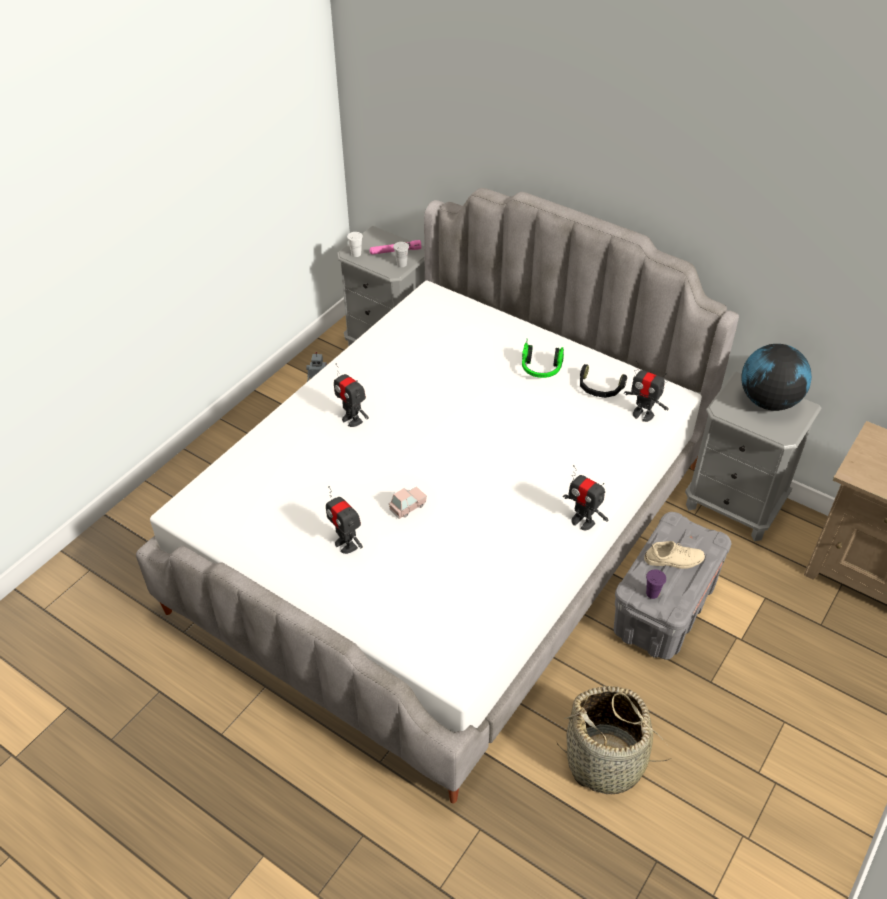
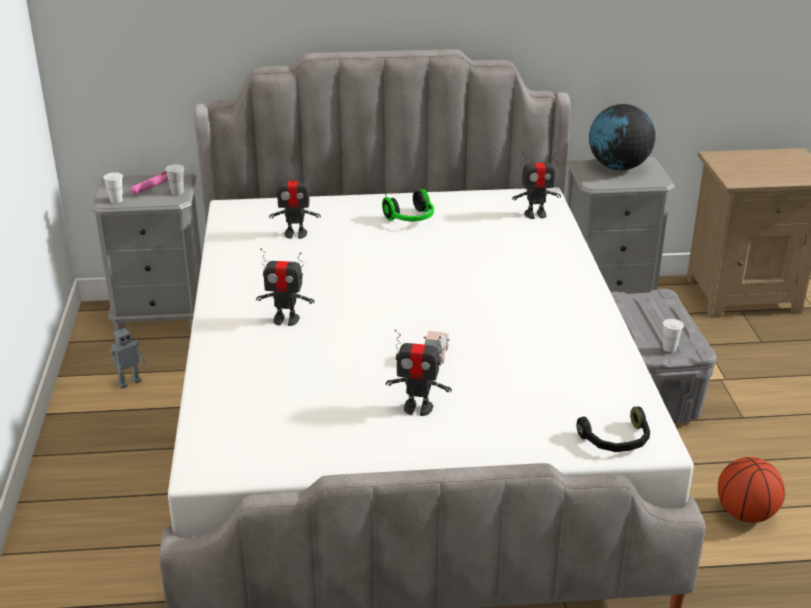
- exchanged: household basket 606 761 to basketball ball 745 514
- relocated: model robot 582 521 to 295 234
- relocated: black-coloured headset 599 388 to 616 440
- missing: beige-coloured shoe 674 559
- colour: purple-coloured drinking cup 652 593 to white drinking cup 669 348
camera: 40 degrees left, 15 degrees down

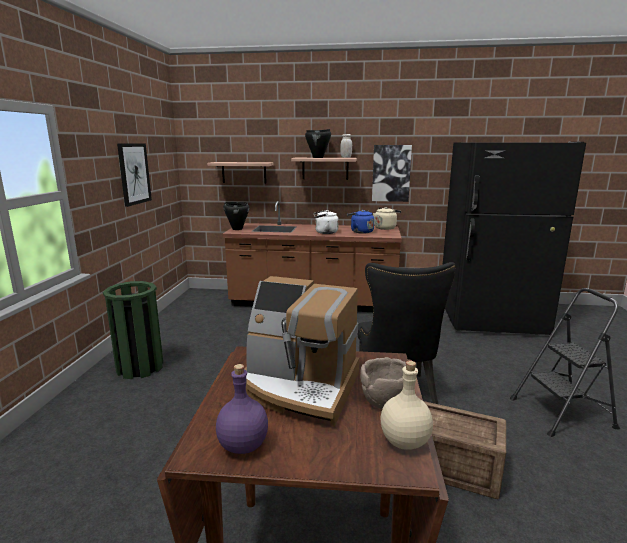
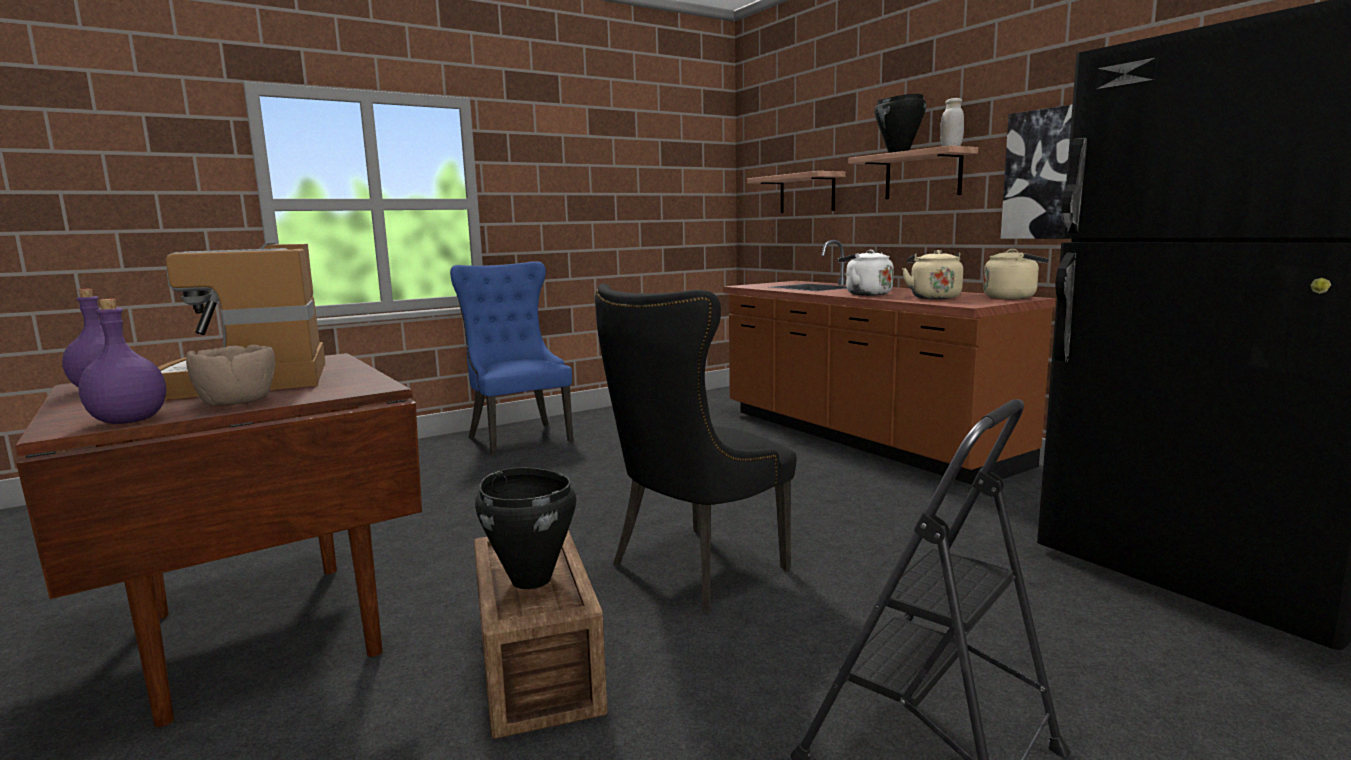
- exchanged: green trash can 140 367 to blue-coloured chair 519 439
- missing: wall art 134 173
- relocated: black-coloured cooking pot 237 229 to 531 579
- colour: blue-coloured water kettle 360 232 to beige-coloured water kettle 933 297
- colour: beige-coloured drink bottle 405 441 to purple-coloured drink bottle 129 421
camera: 50 degrees right, 5 degrees down

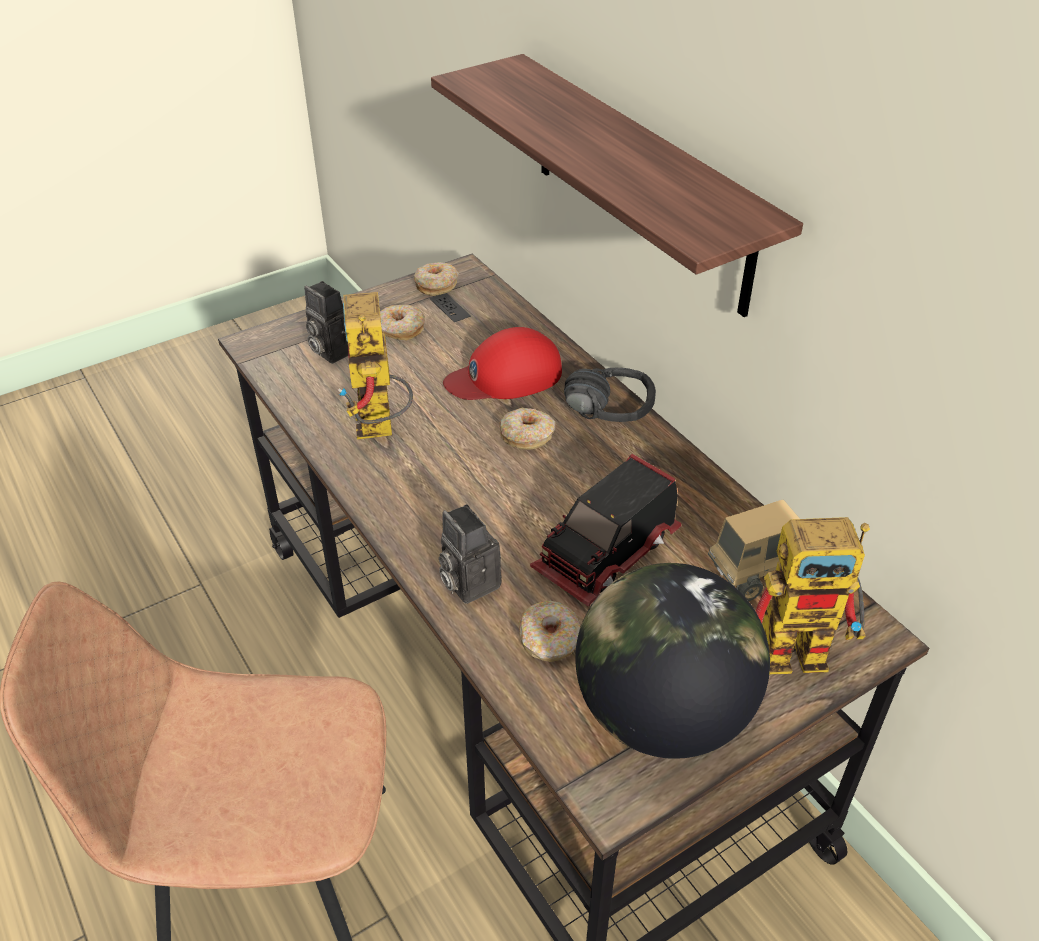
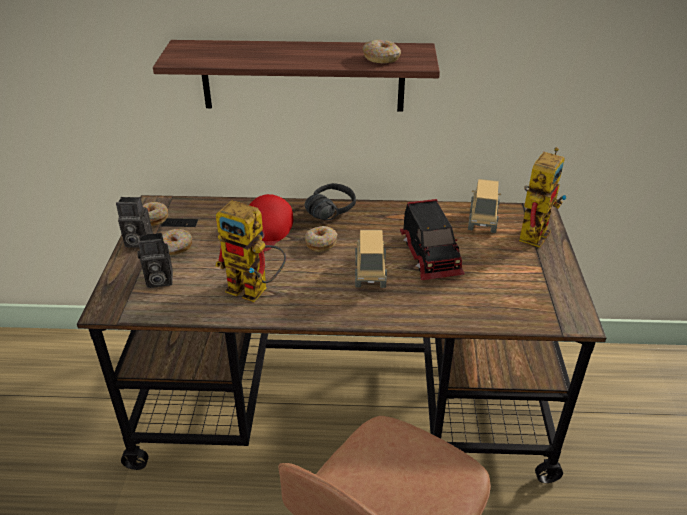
- relocated: photo camera 467 582 to 136 241
- relocated: donut 550 639 to 382 58
- missing: globe 662 714
- appeared: toy truck 370 275
camera: 55 degrees left, 5 degrees down

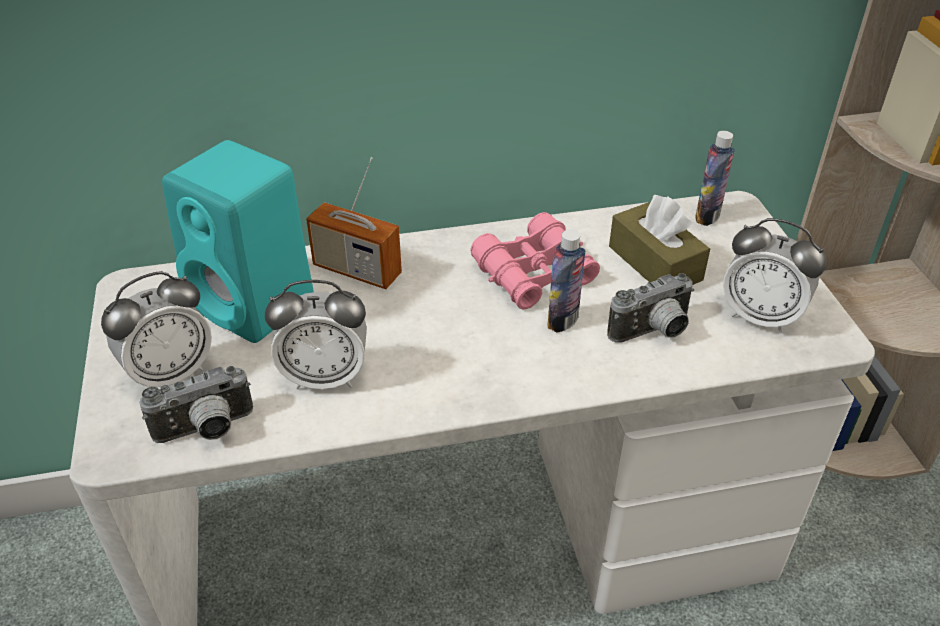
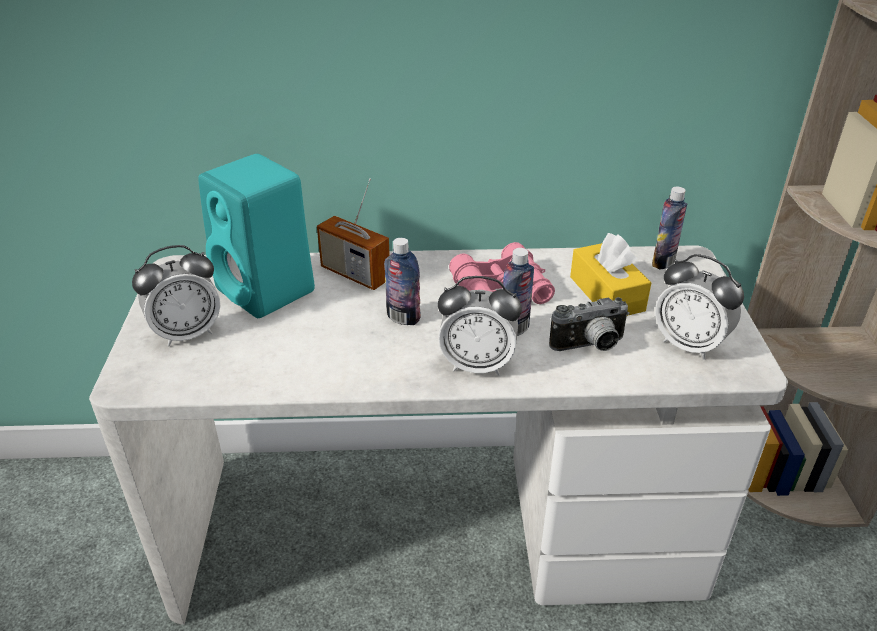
- missing: photo camera 206 431
- relocated: bedside clock 325 377 to 477 364
- colour: brown box of tissues 655 263 to yellow box of tissues 606 294
- appeared: drink bottle 403 318
camera: 10 degrees right, 5 degrees down

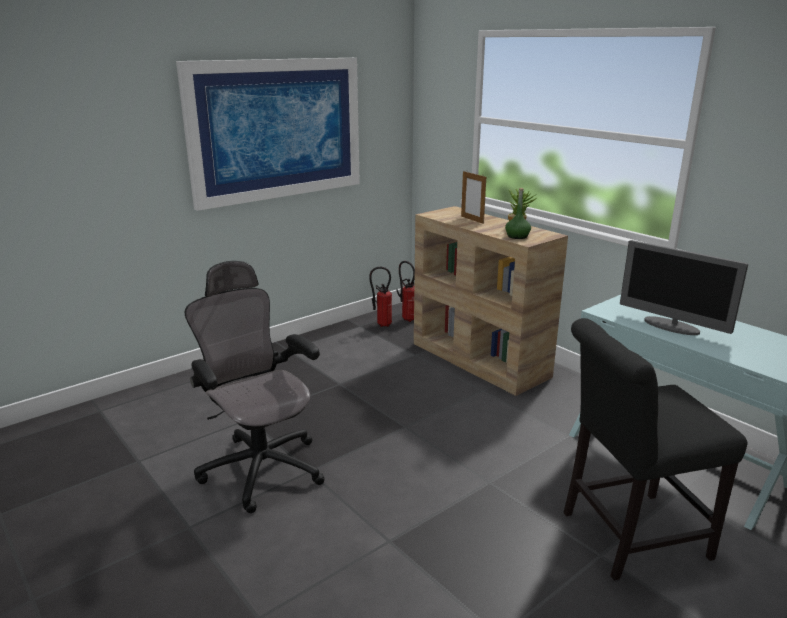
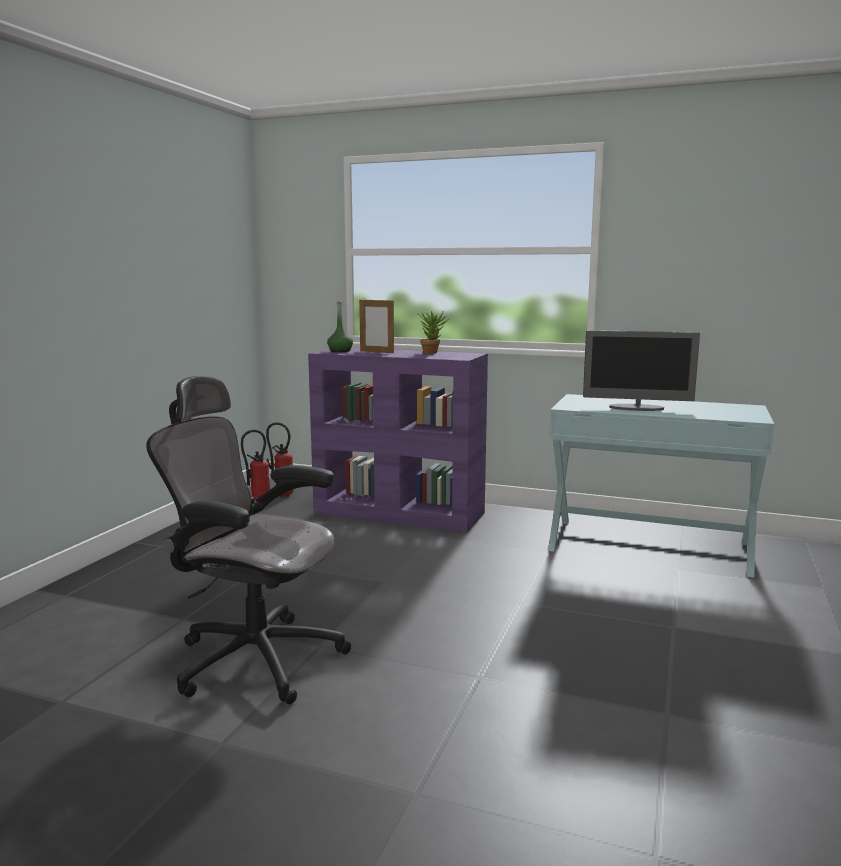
- missing: wall art 277 129
- colour: brown bookcase 480 359 to purple-coloured bookcase 399 512
- relocated: green drink bottle 517 236 to 340 351
- missing: black-coloured chair 627 536
camera: 30 degrees left, 10 degrees down

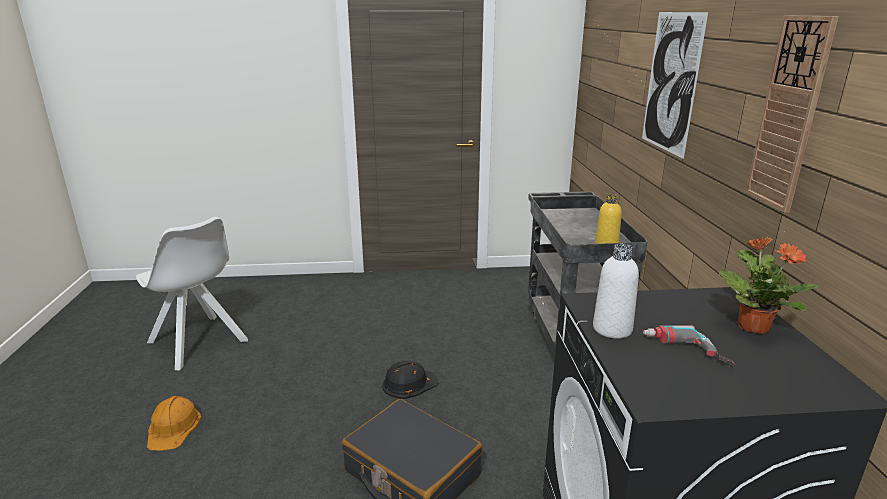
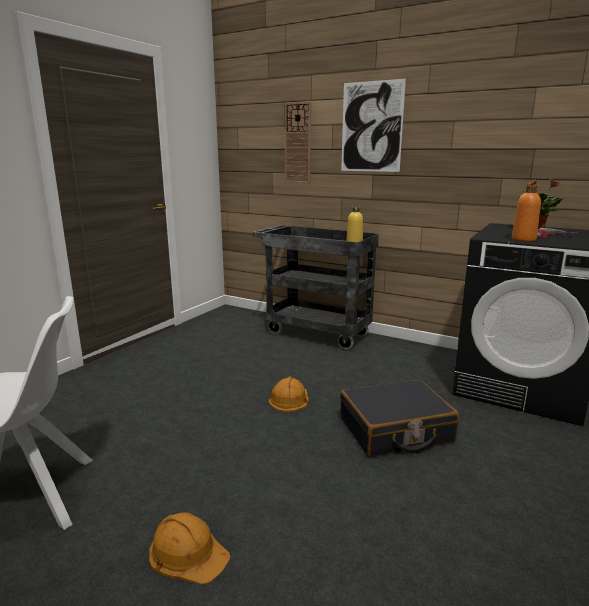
- colour: black-coloured safety helmet 409 383 to orange safety helmet 289 399
- colour: white drink bottle 612 329 to orange drink bottle 523 239
- relocated: hanging clock 789 114 to 298 143
camera: 55 degrees left, 5 degrees down

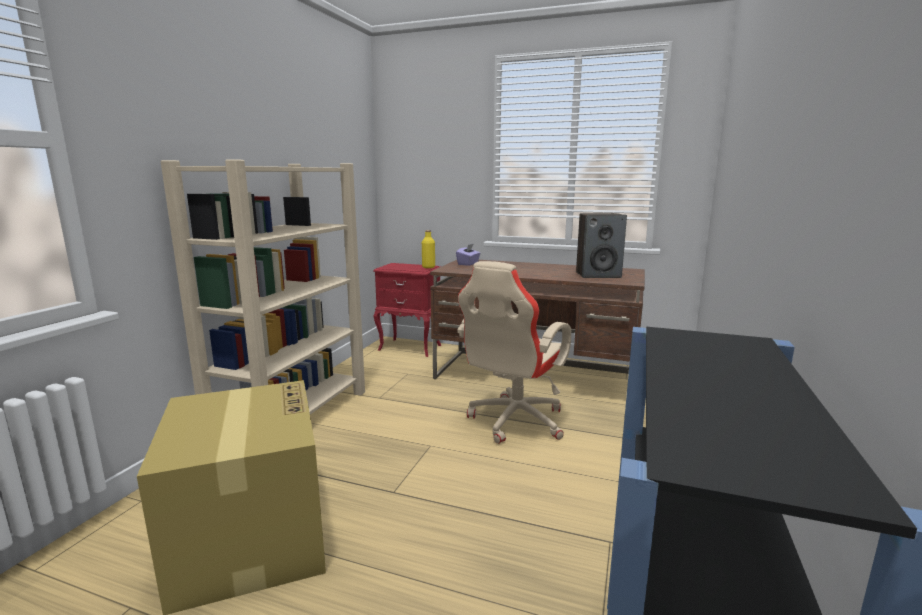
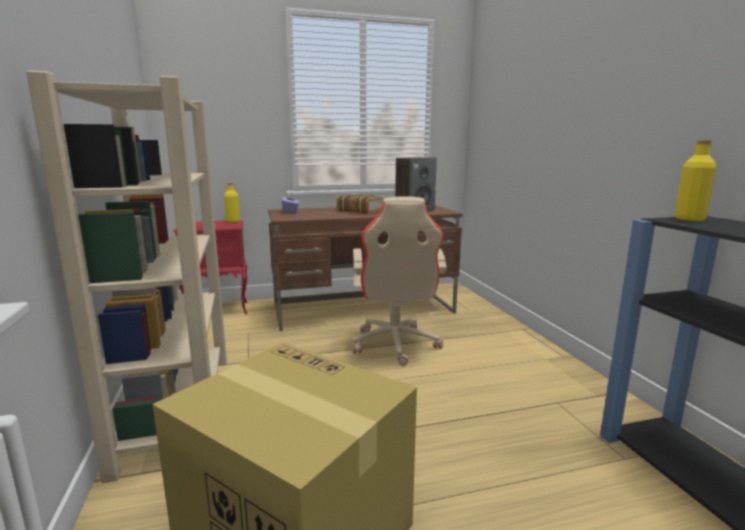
- appeared: bound book 362 210
- appeared: yellow drink bottle 689 219
camera: 35 degrees left, 0 degrees up

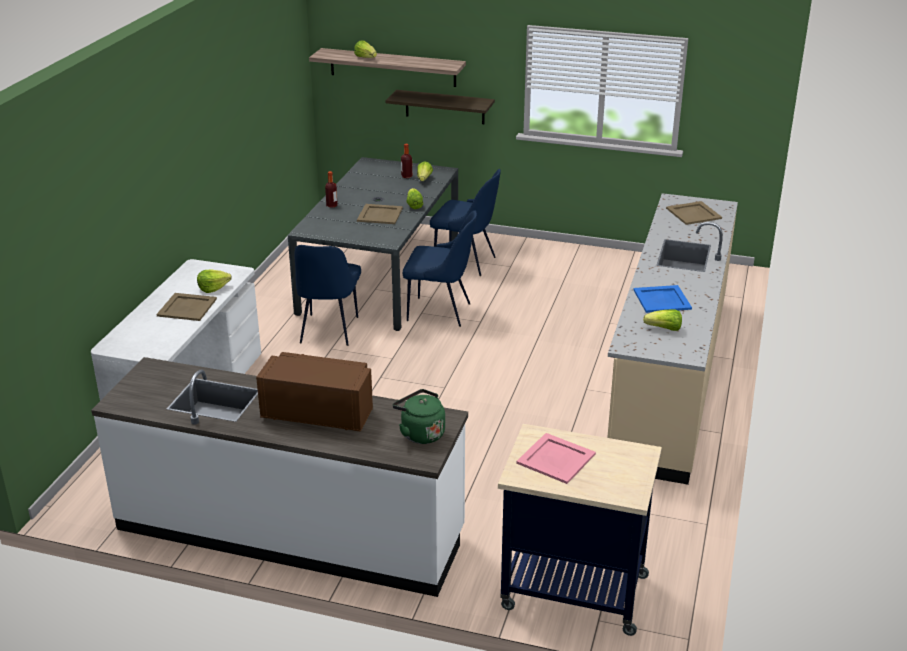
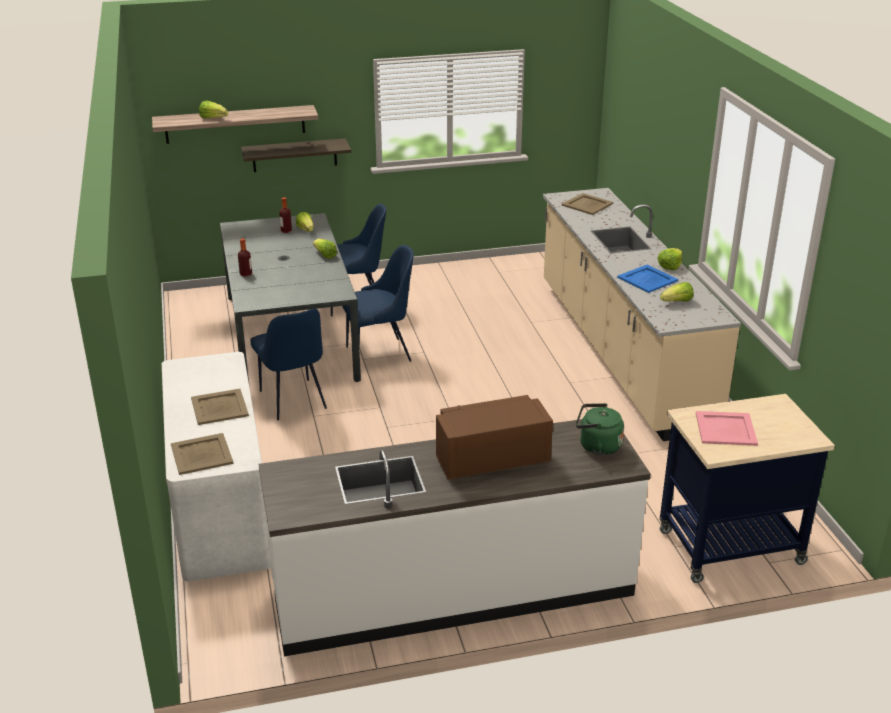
- relocated: lettuce head 213 288 to 669 266
- relocated: beige-coloured carrying tray 380 214 to 202 454
camera: 30 degrees left, 0 degrees up

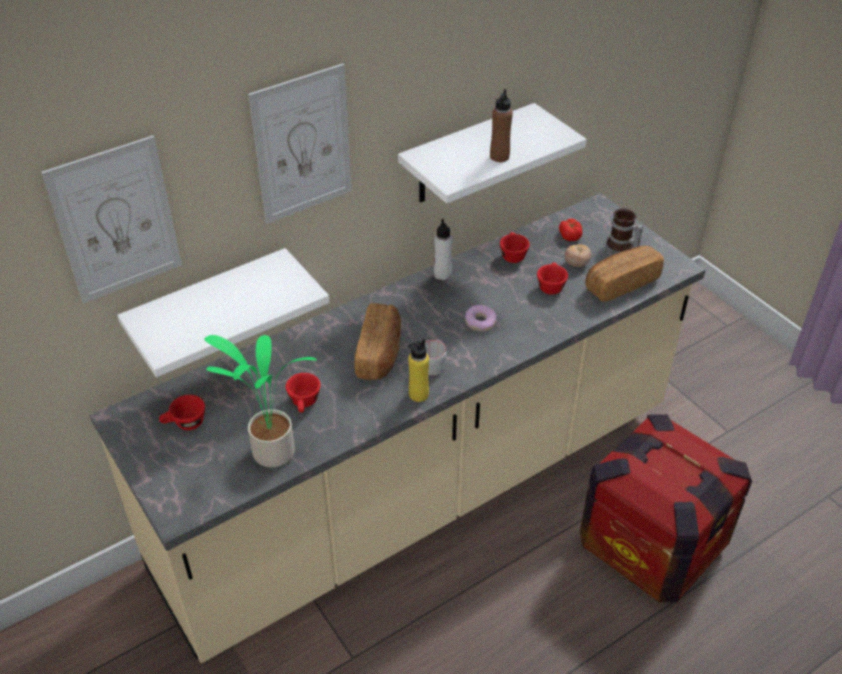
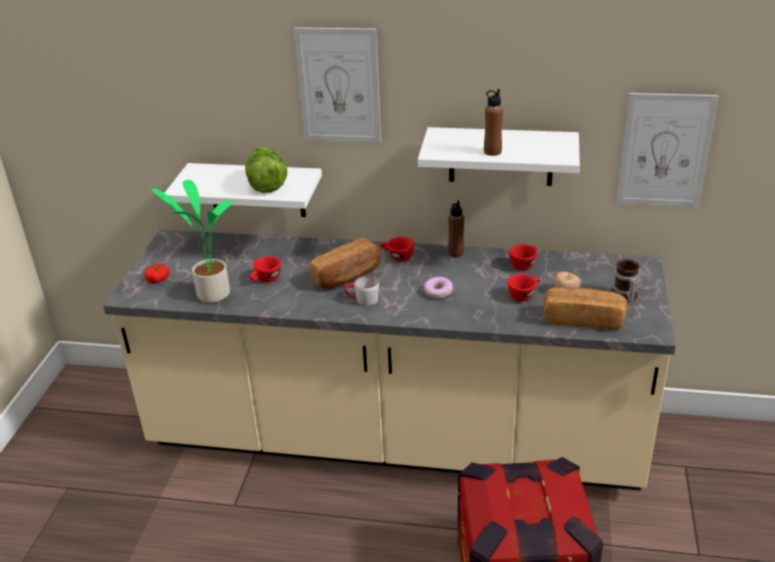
- relocated: wall art 116 221 to 664 151
- relocated: red drinking cup 185 424 to 397 257
- missing: yellow drink bottle 418 394
- colour: white drink bottle 442 274 to brown drink bottle 456 253
- relocated: fresh tomato 570 235 to 158 279
- appeared: lettuce head 266 185
camera: 45 degrees right, 10 degrees down

